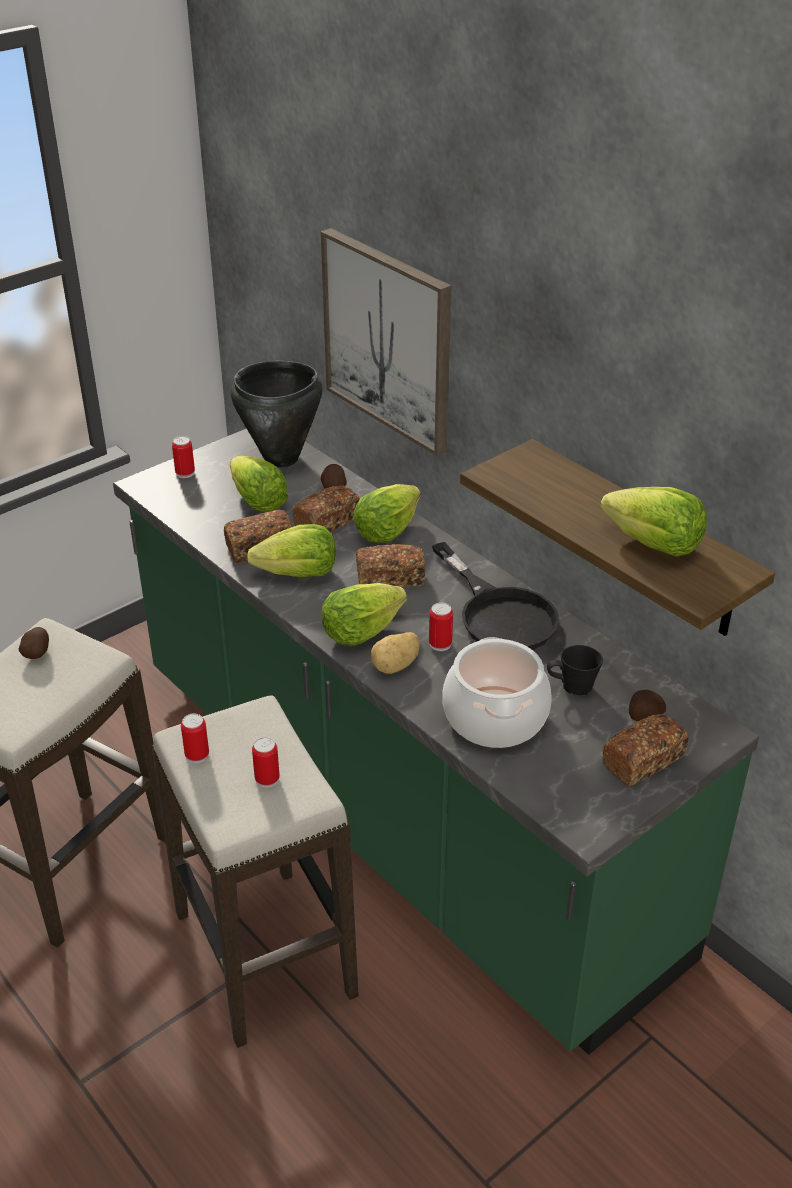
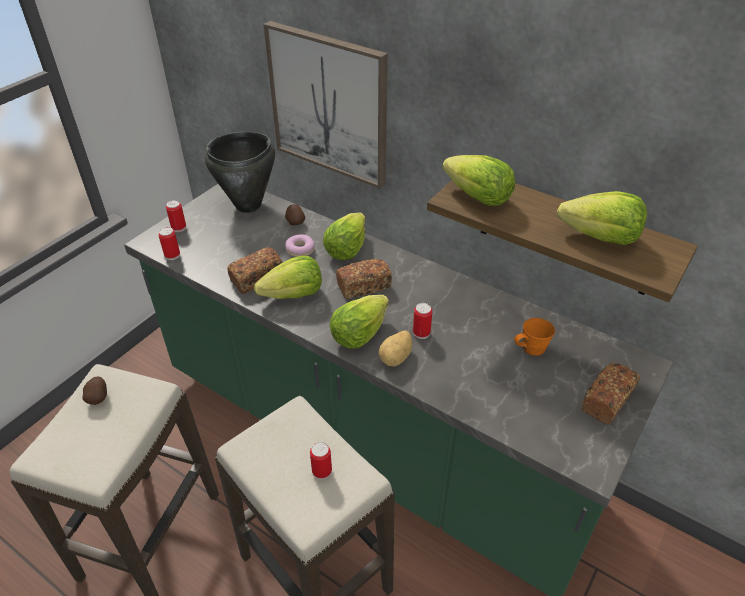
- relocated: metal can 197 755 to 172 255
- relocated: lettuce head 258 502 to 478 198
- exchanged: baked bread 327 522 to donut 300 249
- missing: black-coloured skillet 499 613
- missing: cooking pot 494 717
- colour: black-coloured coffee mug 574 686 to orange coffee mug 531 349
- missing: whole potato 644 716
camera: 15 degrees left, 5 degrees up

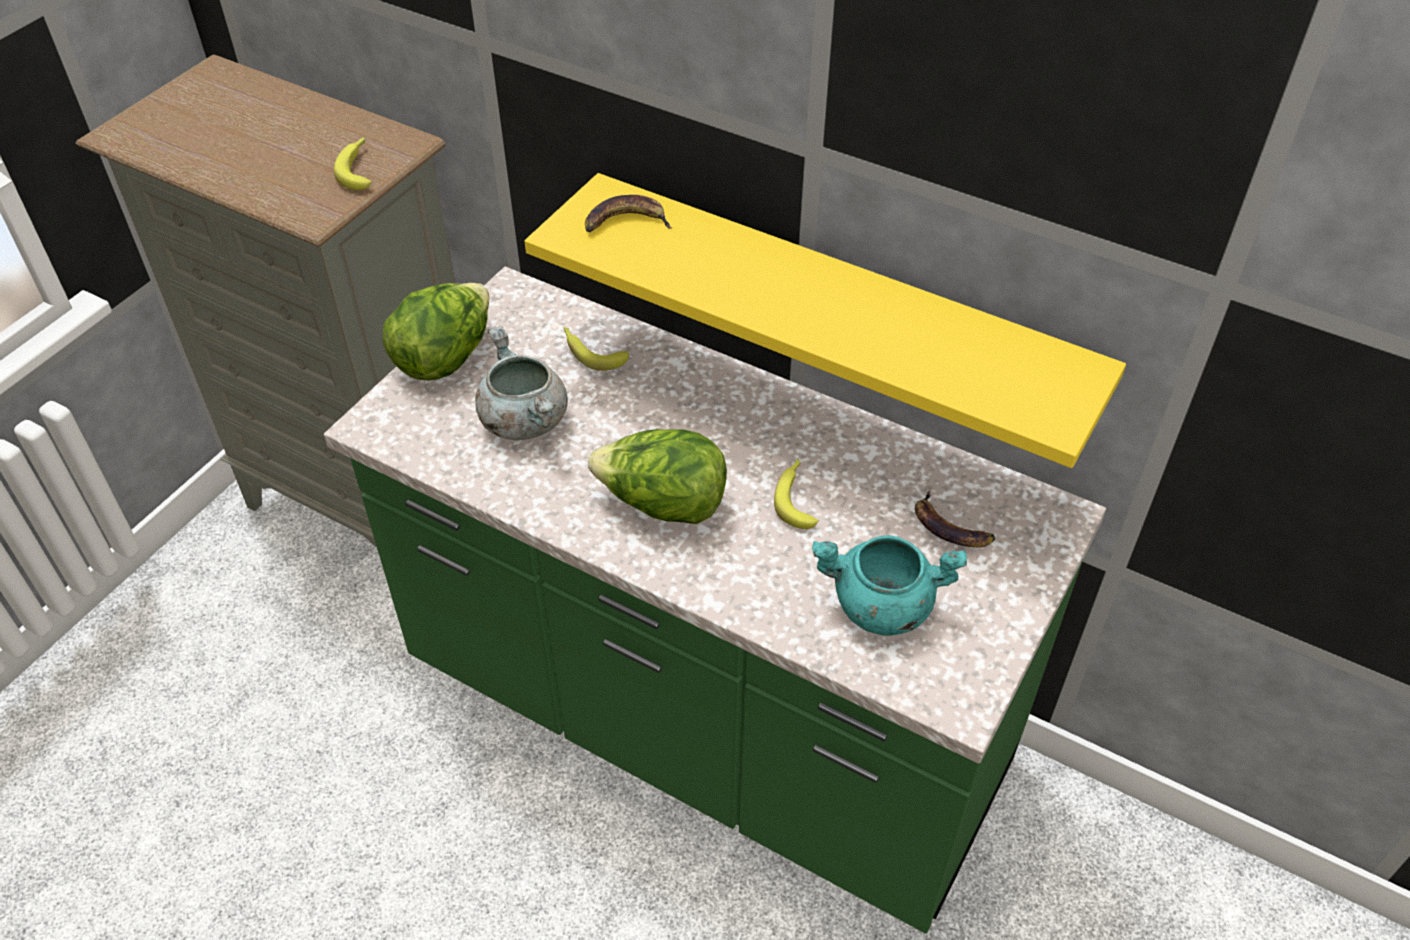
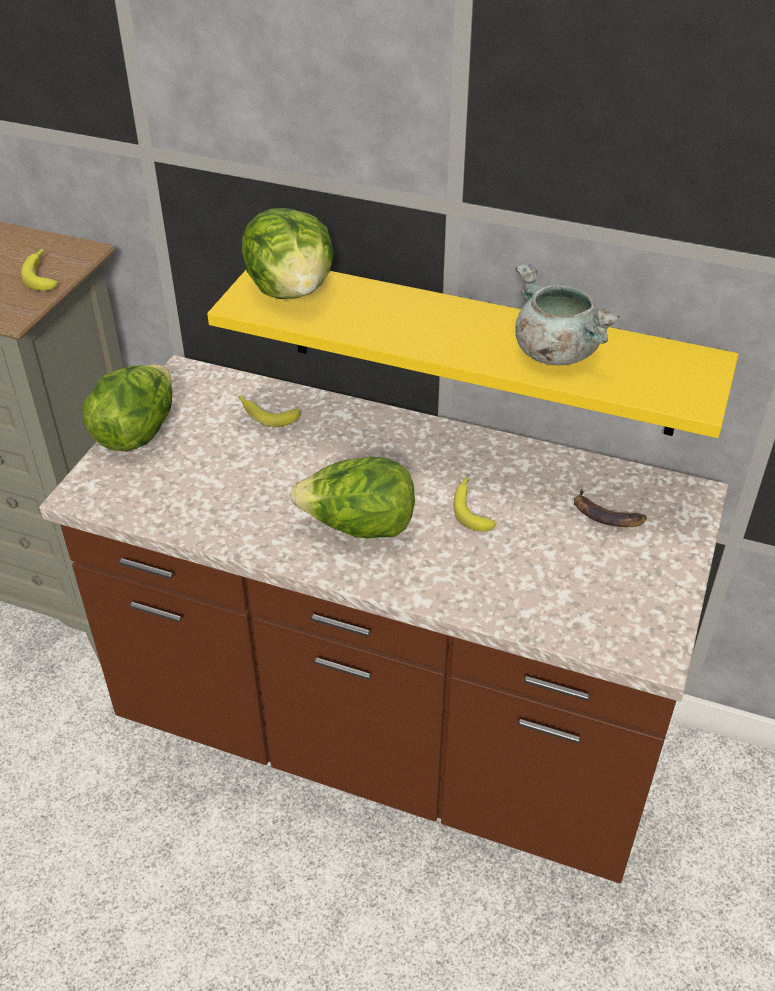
- colour: green kitchen base unit 705 722 to brown kitchen base unit 387 738
- relocated: greyish cooking pot 523 420 to 555 352
- exchanged: banana fruit 625 222 to lettuce head 292 290
- missing: blue-green cooking pot 881 606
camera: 10 degrees left, 5 degrees down

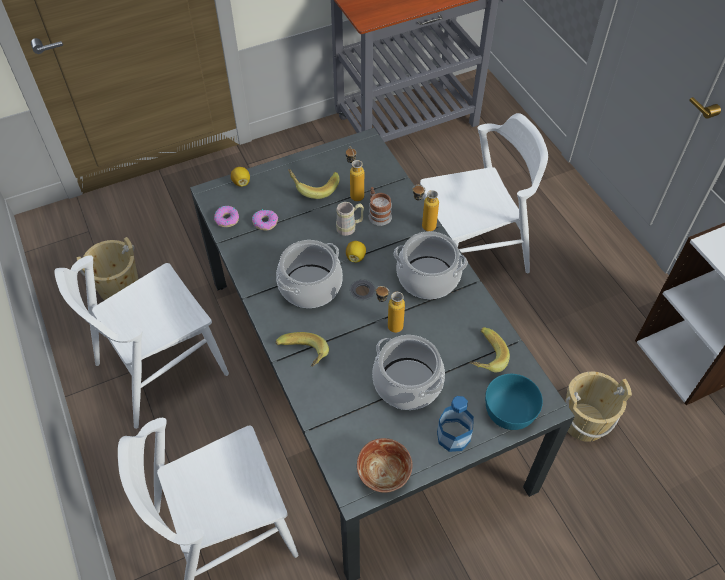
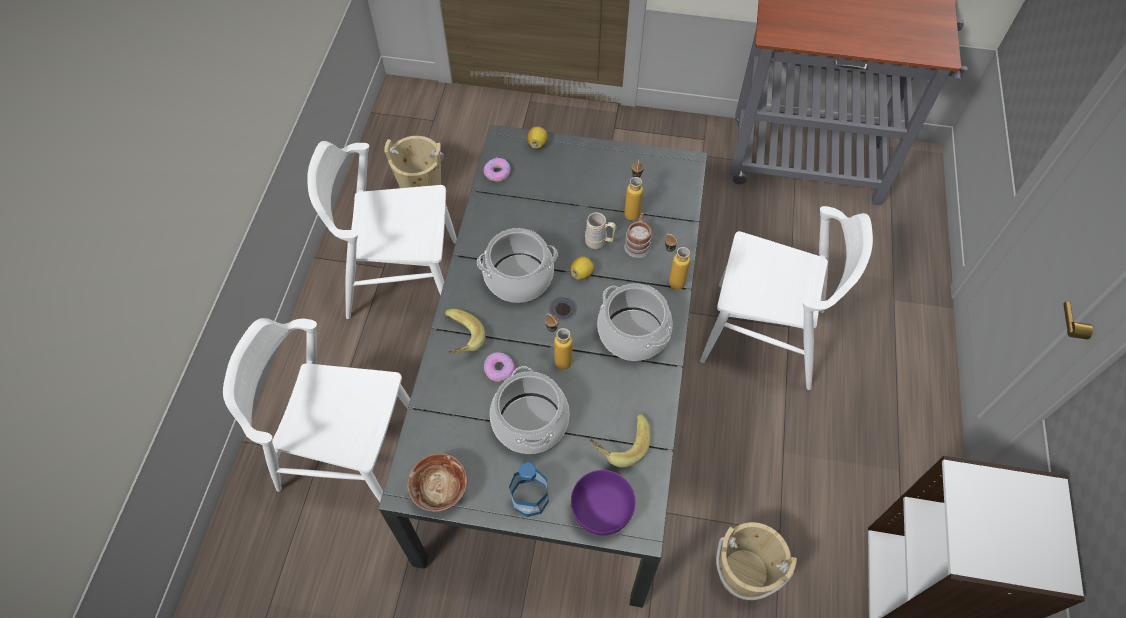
- relocated: donut 265 222 to 499 369
- missing: banana fruit 314 187
- colour: blue-green bowl 509 410 to purple-coloured bowl 601 509
camera: 35 degrees right, 5 degrees up

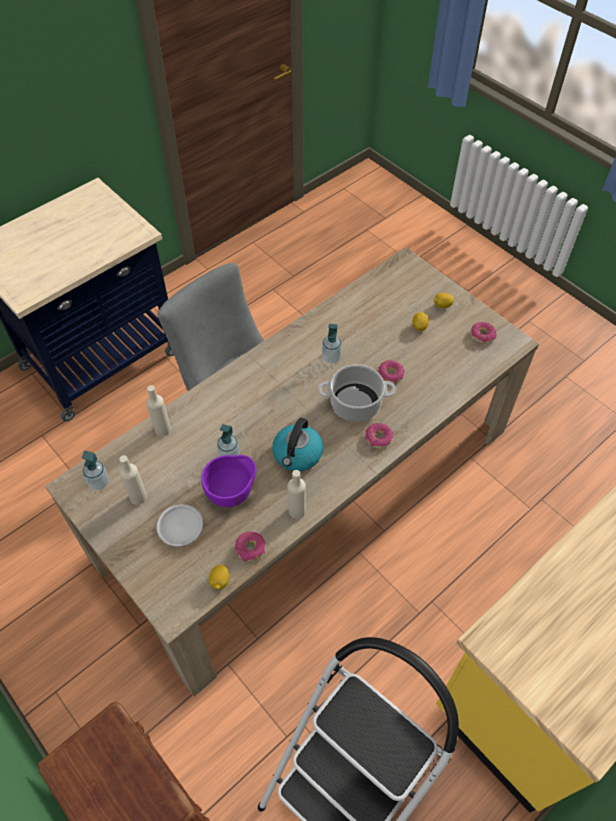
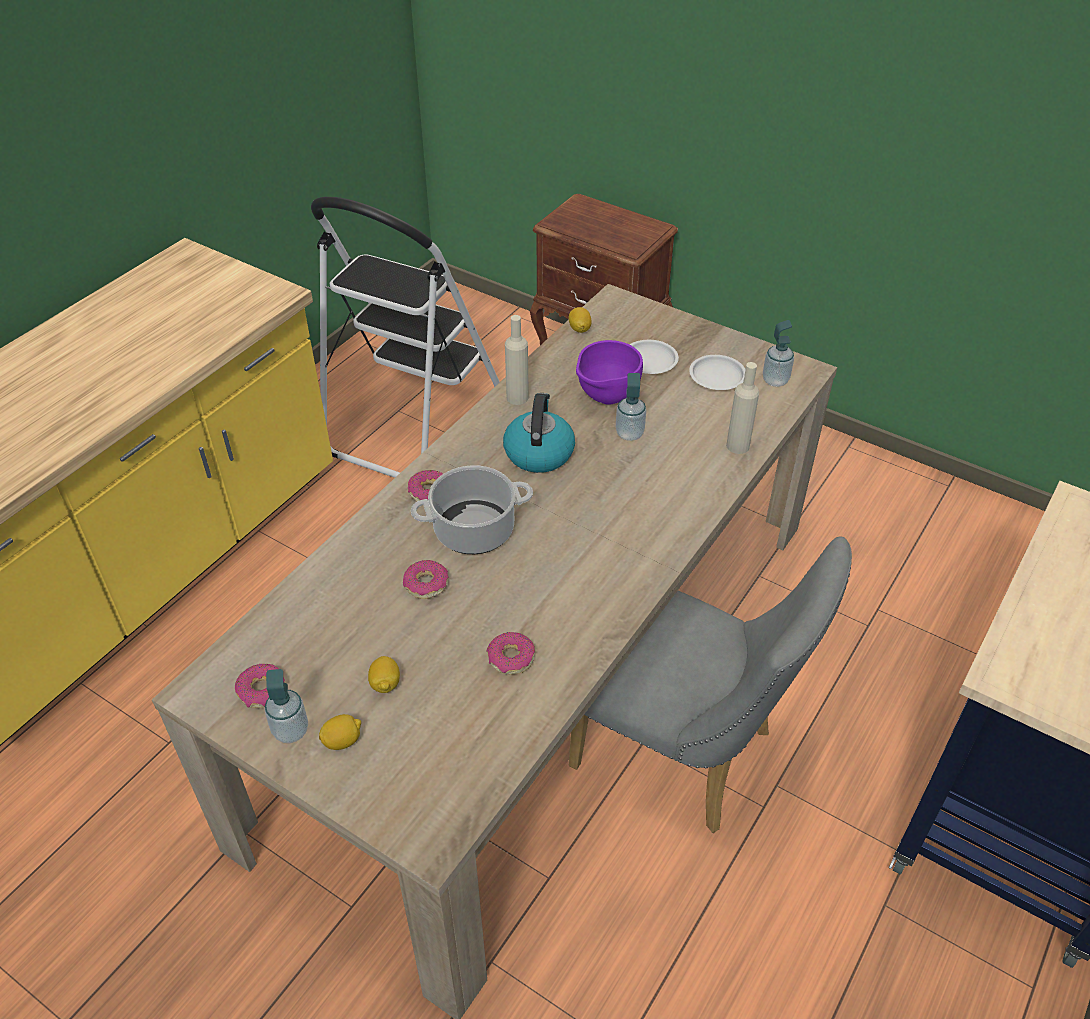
- exchanged: beige-coloured drink bottle 138 497 to white plate 717 376
- relocated: donut 250 548 to 511 658
- relocated: liquid soap bottle 331 357 to 291 730
camera: 165 degrees right, 10 degrees down

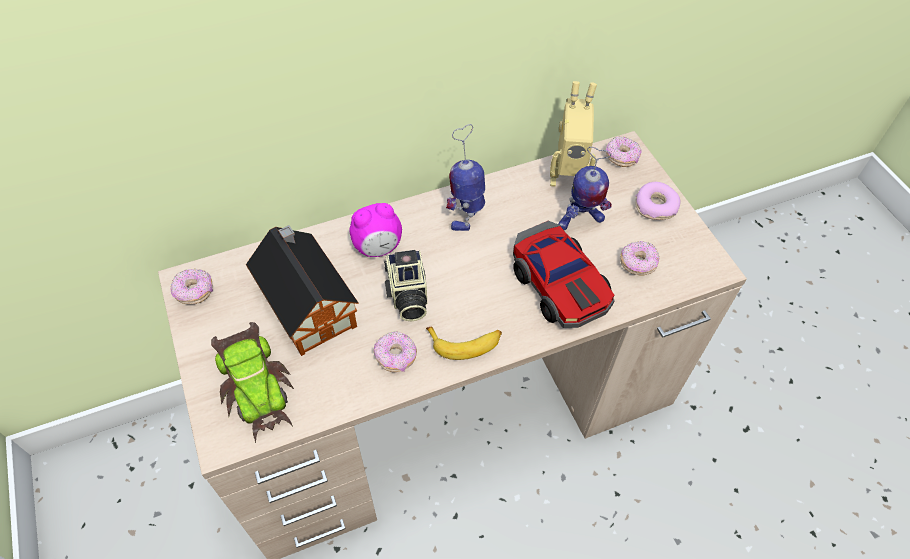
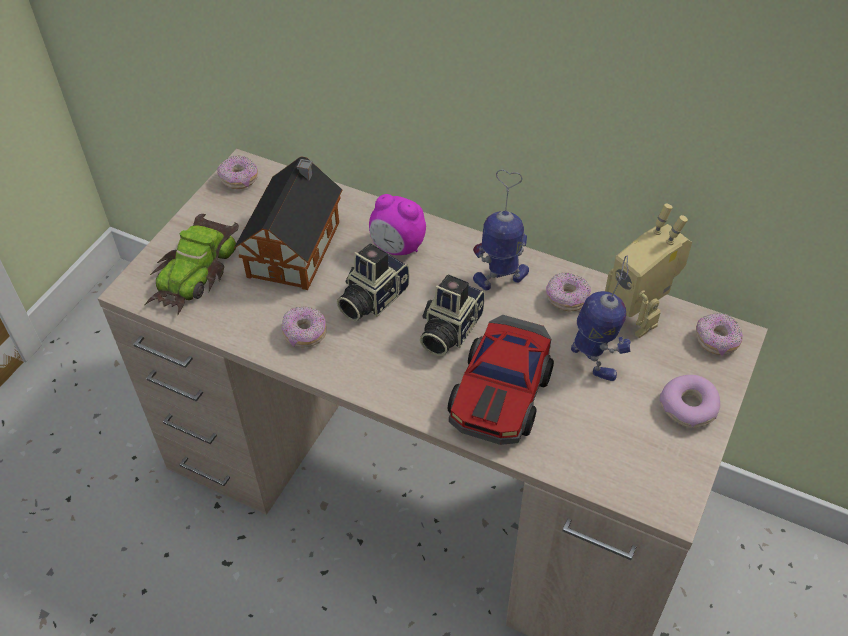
- missing: banana fruit 465 343
- spun: model robot 579 221 = 594 360 150 degrees counterclockwise
- relocated: donut 637 264 to 567 299
- appeared: photo camera 448 330
camera: 50 degrees right, 5 degrees down

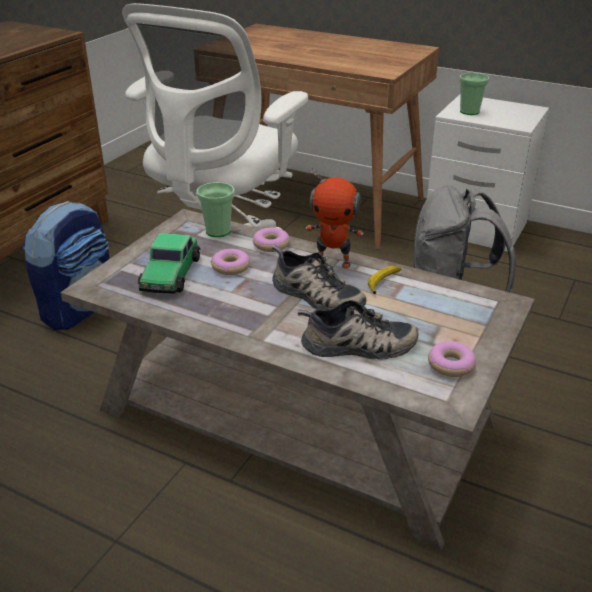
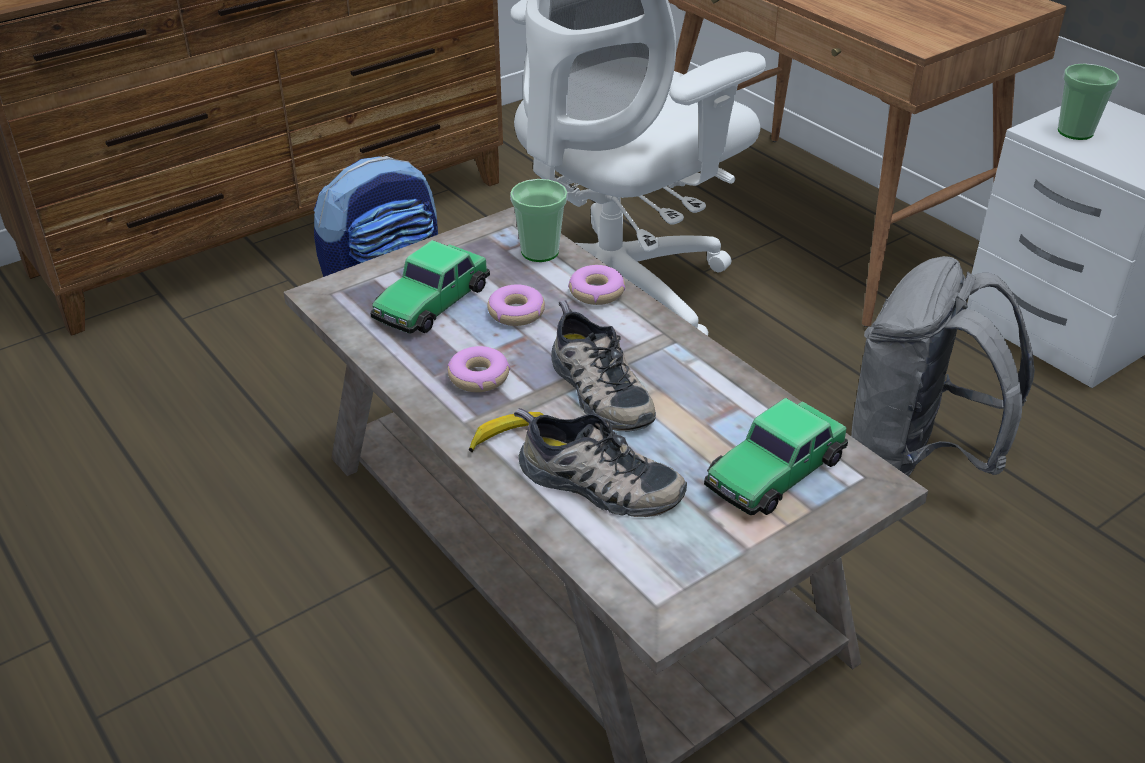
- missing: model robot 333 262
- relocated: banana fruit 383 283 to 508 436
- relocated: donut 451 365 to 479 377
- appeared: toy car 774 472
camera: 25 degrees right, 5 degrees up

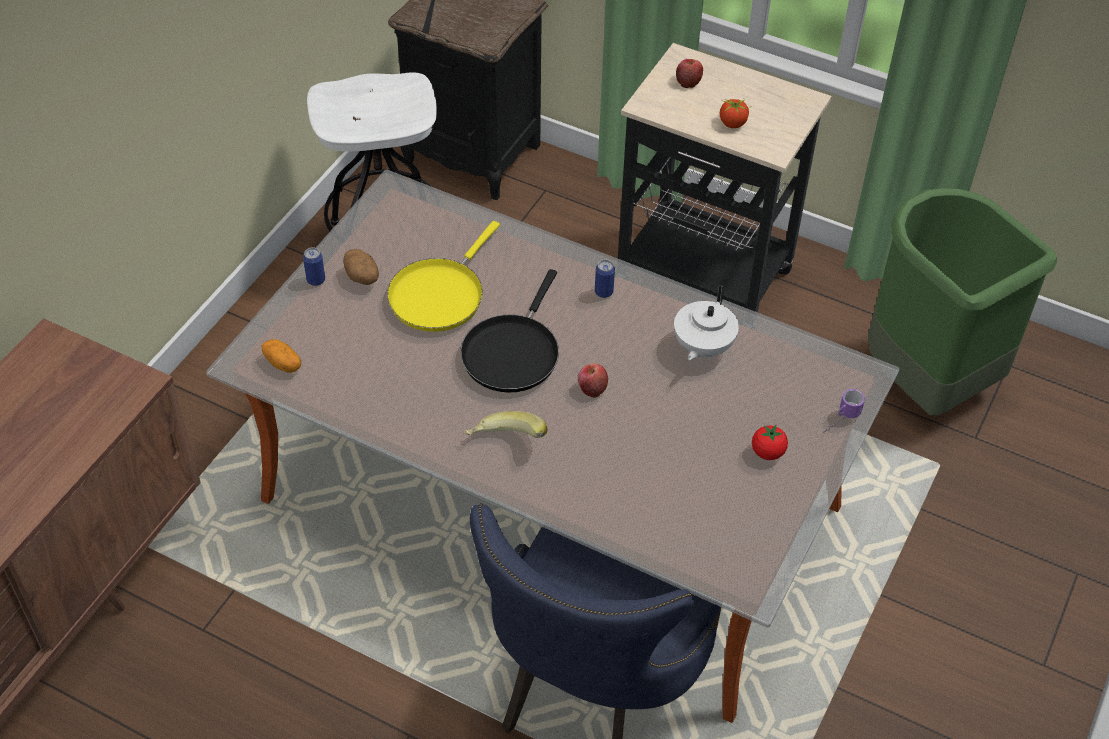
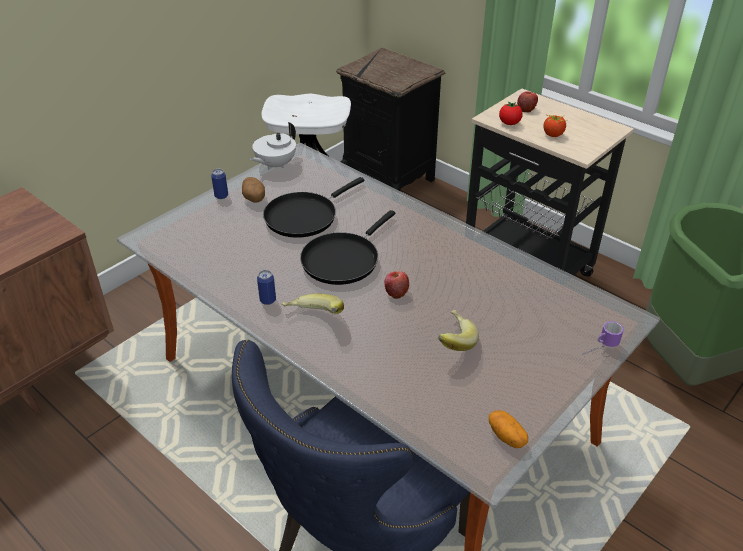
- relocated: whole potato 283 363 to 507 436
- colour: yellow skillet 439 294 to black-coloured skillet 304 216
- relocated: metal can 604 292 to 268 300
- relocated: white pot for tea 702 347 to 275 165
- relocated: fresh tomato 767 452 to 509 123
- appeared: banana fruit 452 341
camera: 15 degrees right, 10 degrees down

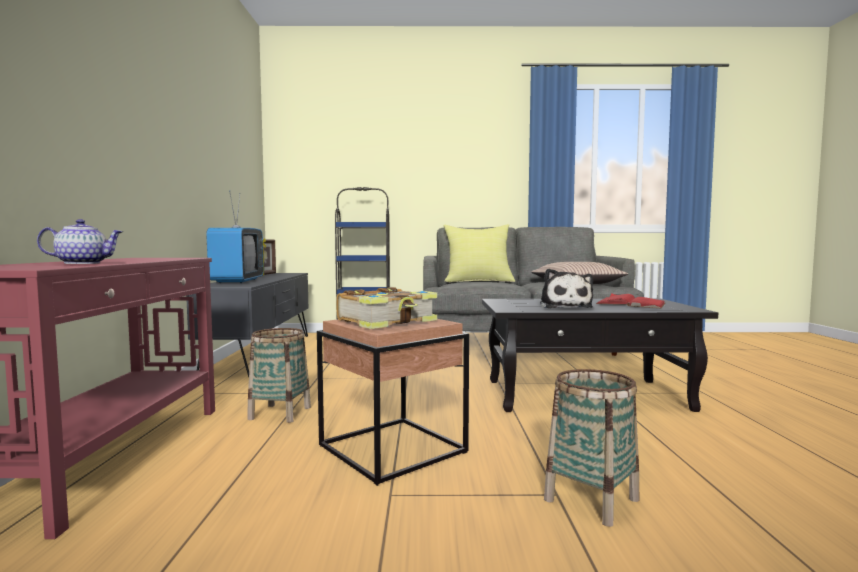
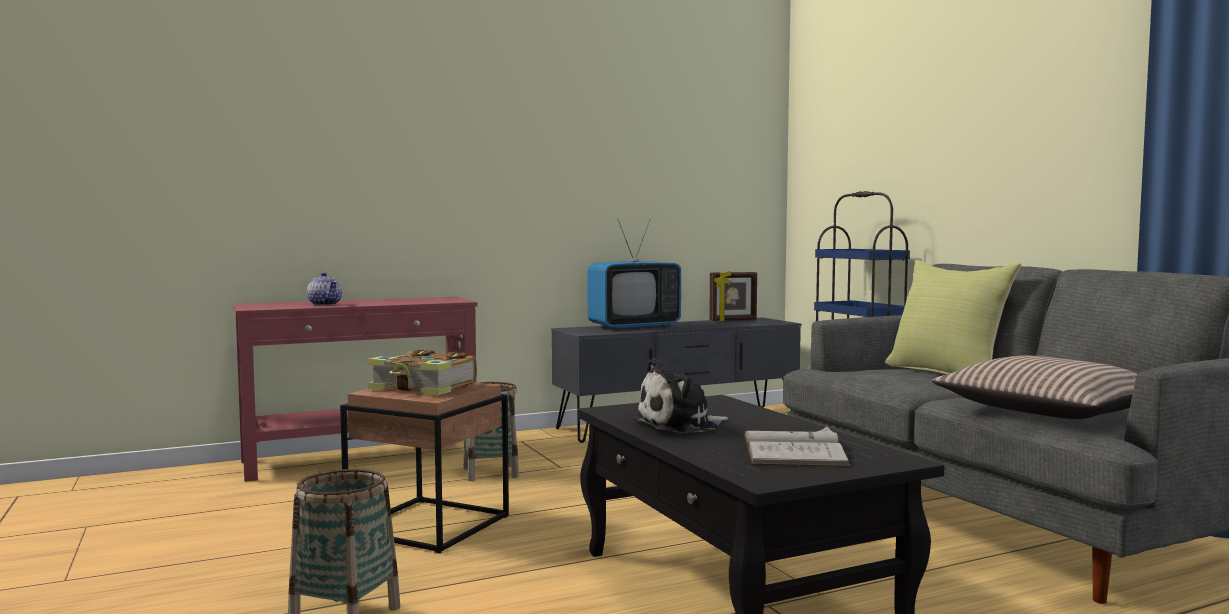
- colour: red bound book 631 303 to white bound book 793 450
camera: 65 degrees right, 0 degrees up

